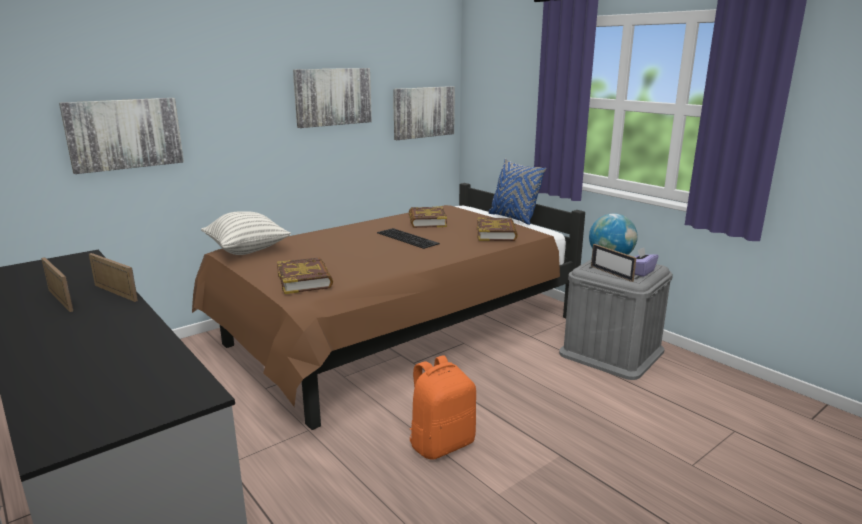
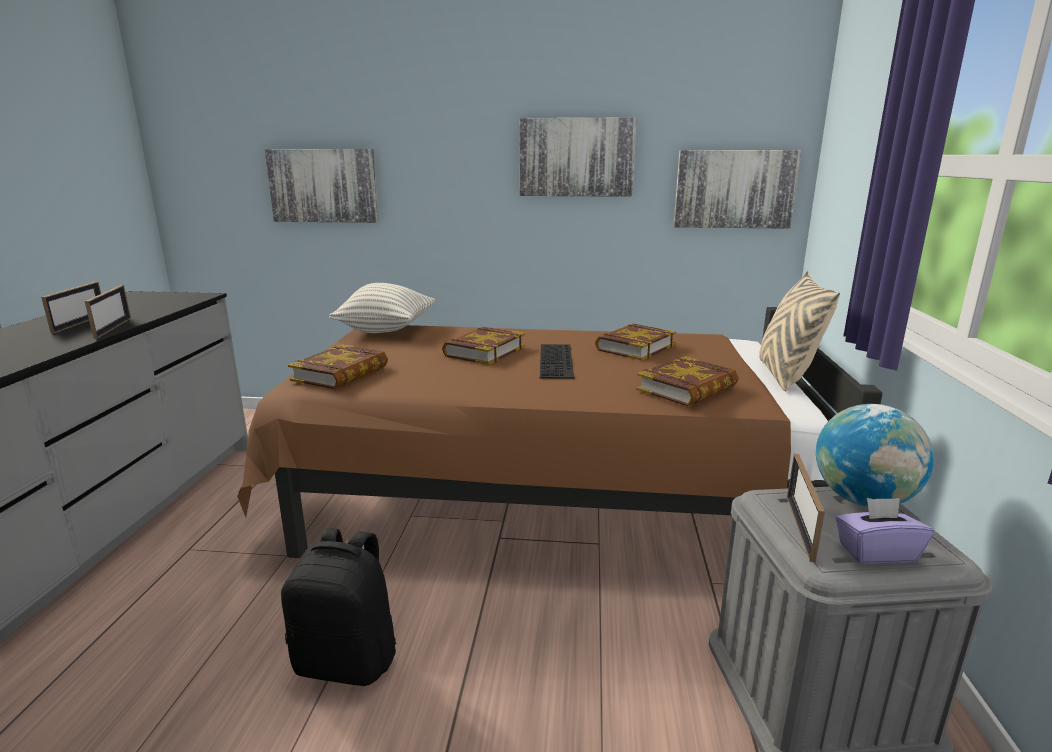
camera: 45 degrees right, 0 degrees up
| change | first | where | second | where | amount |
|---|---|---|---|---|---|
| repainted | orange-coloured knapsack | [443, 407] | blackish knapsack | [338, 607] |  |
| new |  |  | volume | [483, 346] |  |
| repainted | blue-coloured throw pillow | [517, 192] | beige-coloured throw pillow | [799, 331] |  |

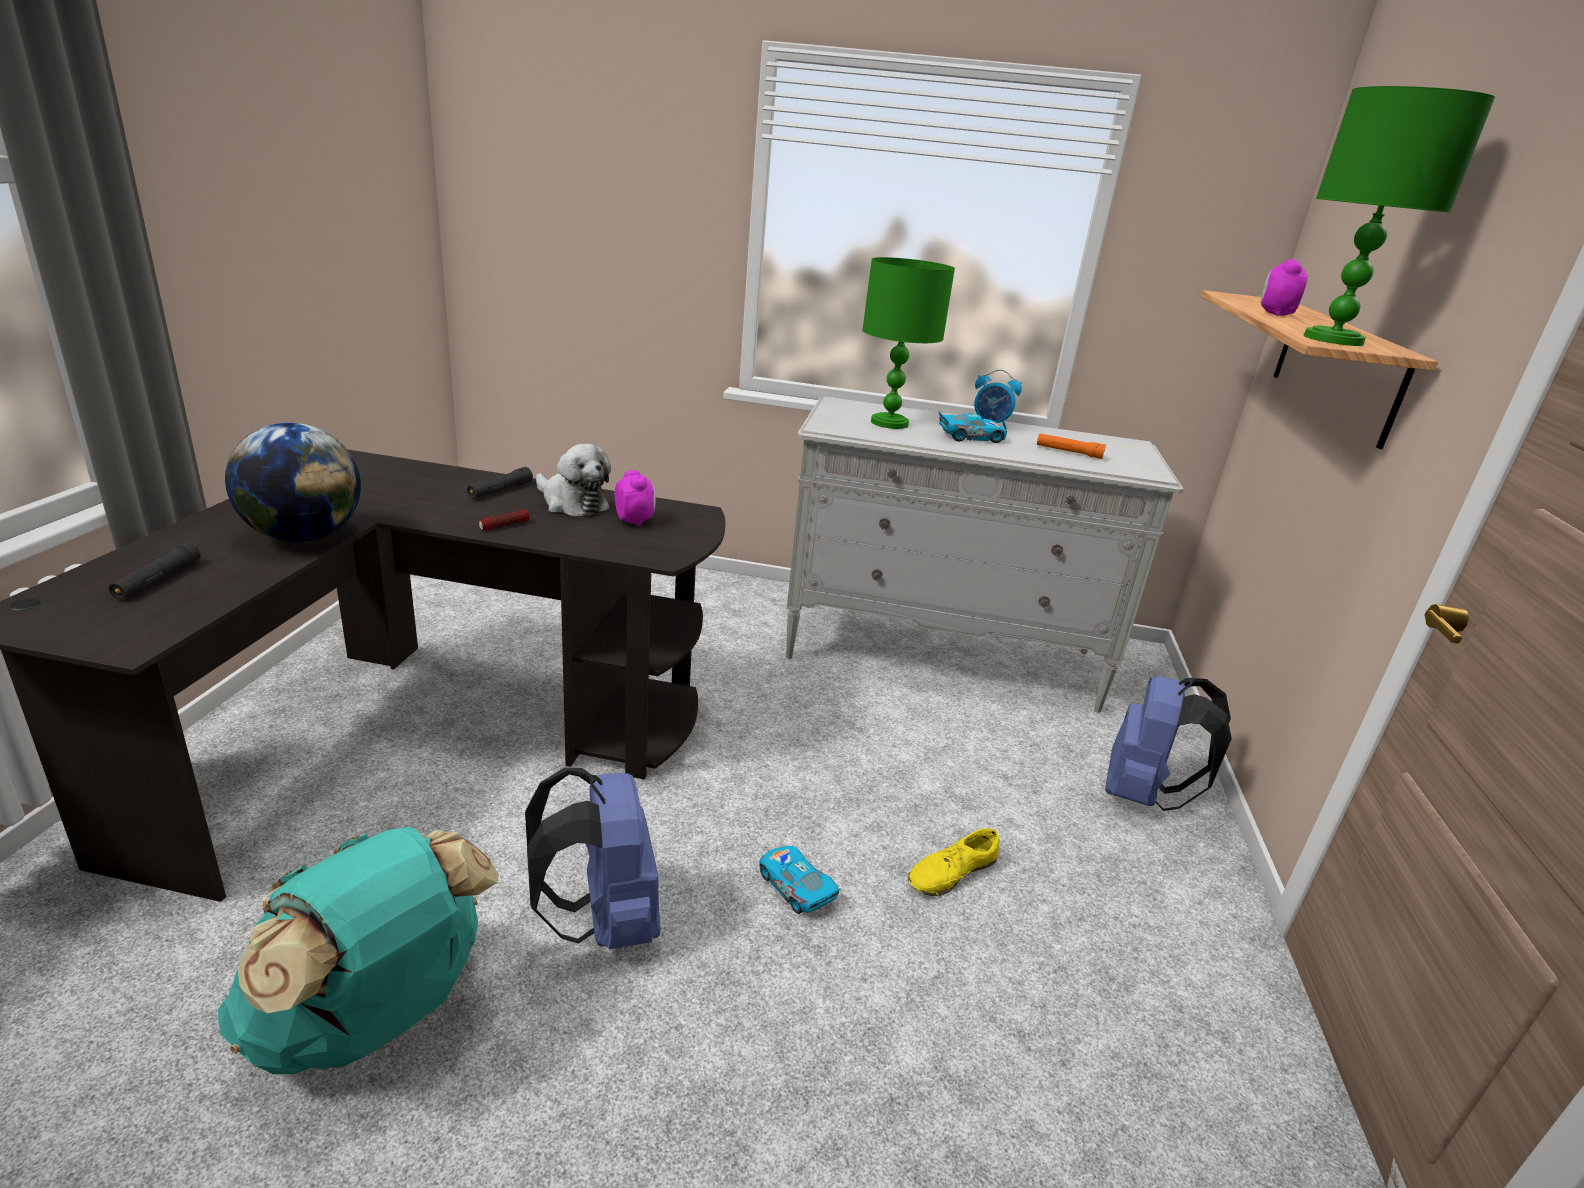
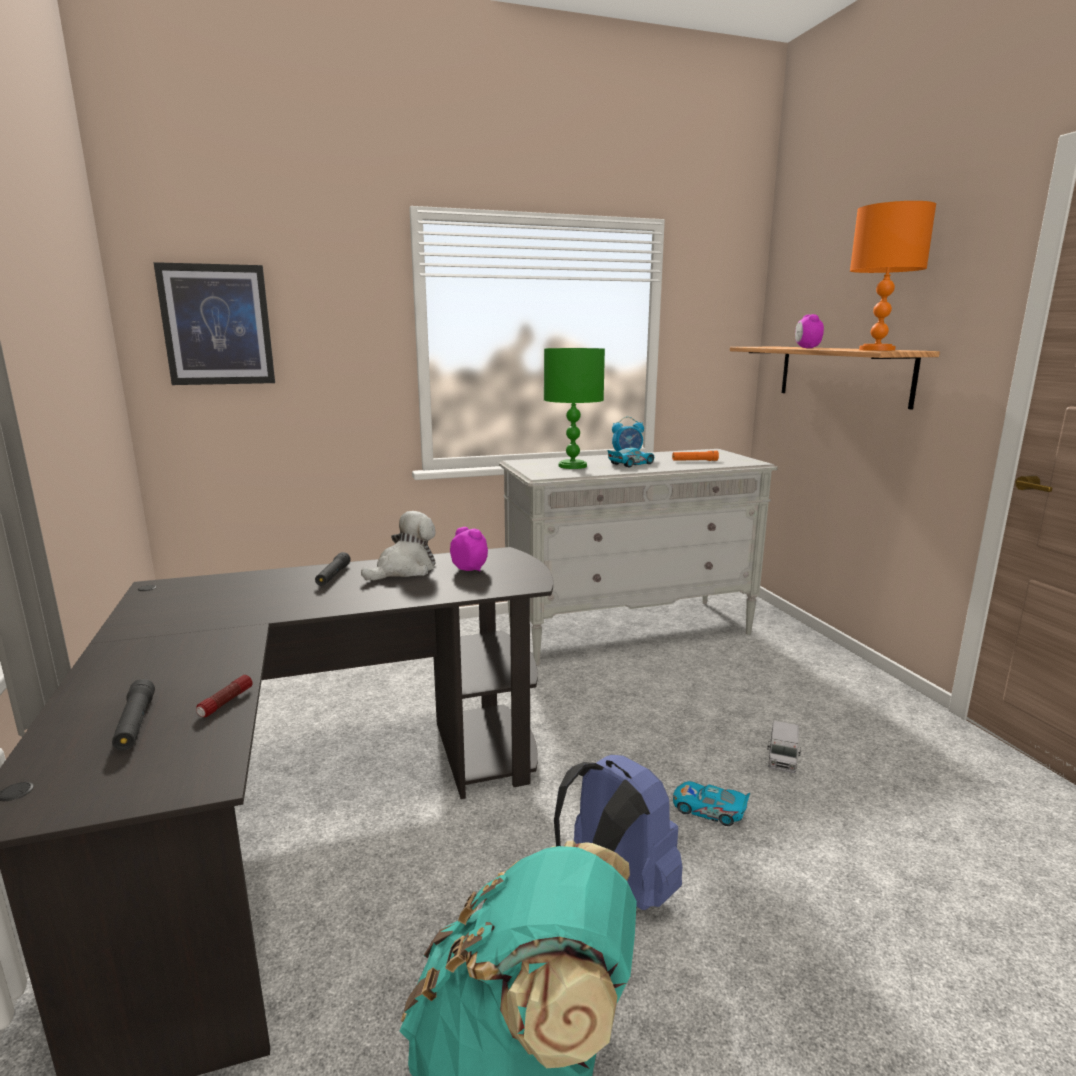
camera: 25 degrees left, 10 degrees down
| change | first | where | second | where | amount |
|---|---|---|---|---|---|
| new |  |  | picture | [214, 323] |  |
| shifted | hand torch | [504, 520] |  | [224, 696] |  |
| rotated | plush toy | [573, 480] |  | [398, 546] | 60 degrees counterclockwise |
| swapped | yellow-coloured shoe | [953, 862] | toy lorry | [784, 747] |  |
| repainted | green tabletop lamp | [1399, 216] | orange-coloured tabletop lamp | [893, 276] |  |
| gone | globe | [293, 482] |  |  |  |
| gone | blue-coloured knapsack | [1168, 743] |  |  |  |

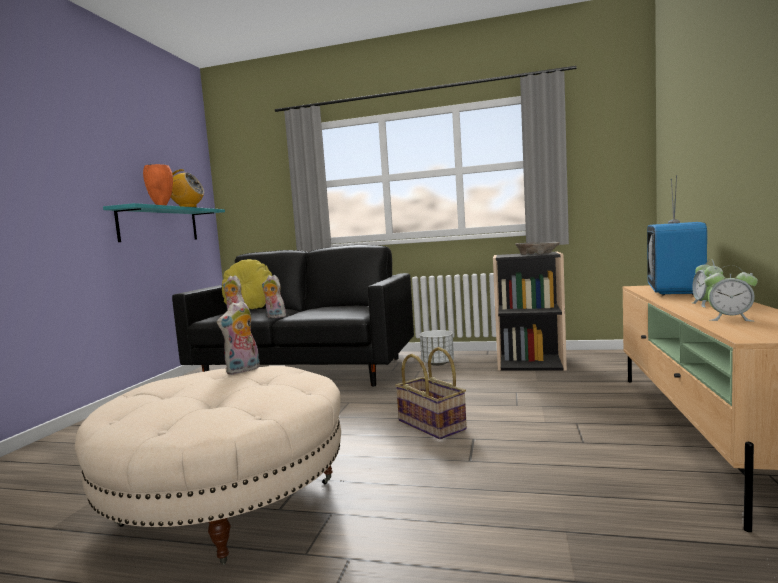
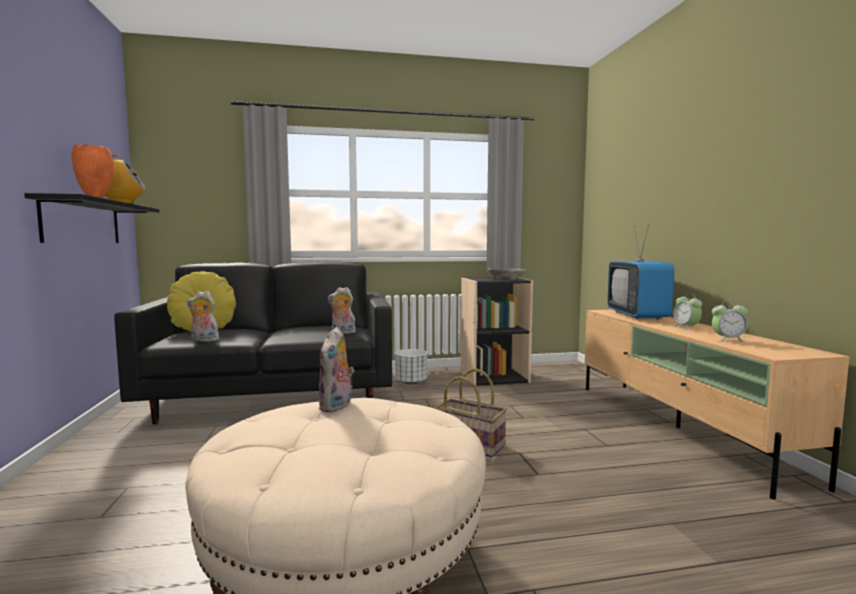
camera: 25 degrees left, 0 degrees up
| change | first | where | second | where | amount |
|---|---|---|---|---|---|
| repainted | blue-green bracket shelf | [164, 222] | blackish bracket shelf | [91, 218] |  |
| shifted | plush toy | [274, 296] |  | [342, 310] |  |

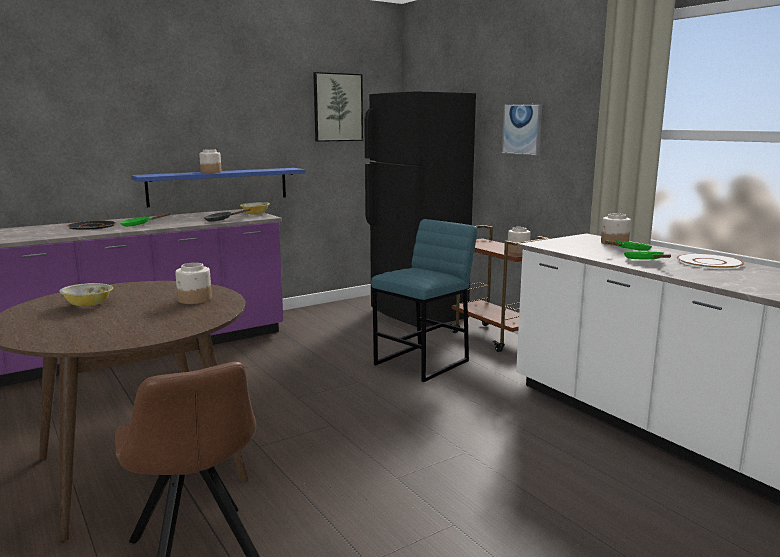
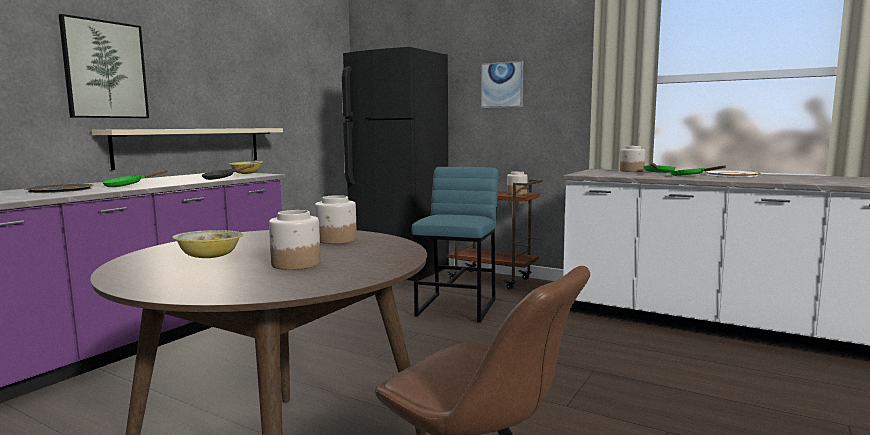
camera: 25 degrees left, 5 degrees down
| change | first | where | second | where | amount |
|---|---|---|---|---|---|
| shifted | picture | [338, 107] |  | [104, 66] |  |
| repainted | blue-coloured bracket shelf | [218, 187] | beige-coloured bracket shelf | [187, 149] |  |
| shifted | preserve jar | [210, 161] |  | [295, 240] |  |

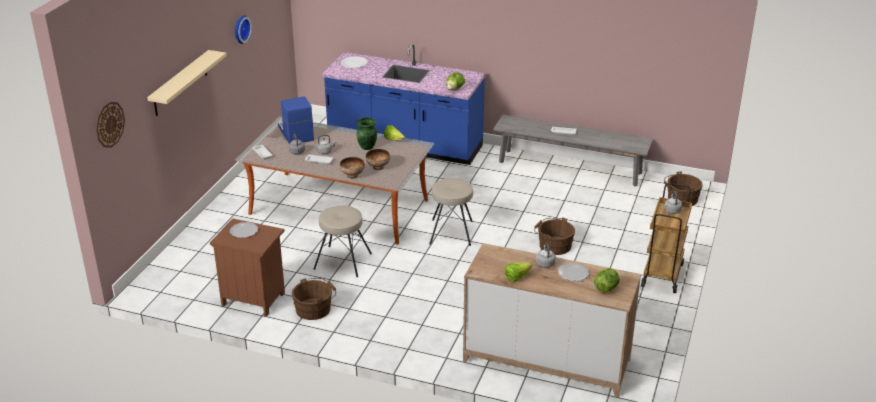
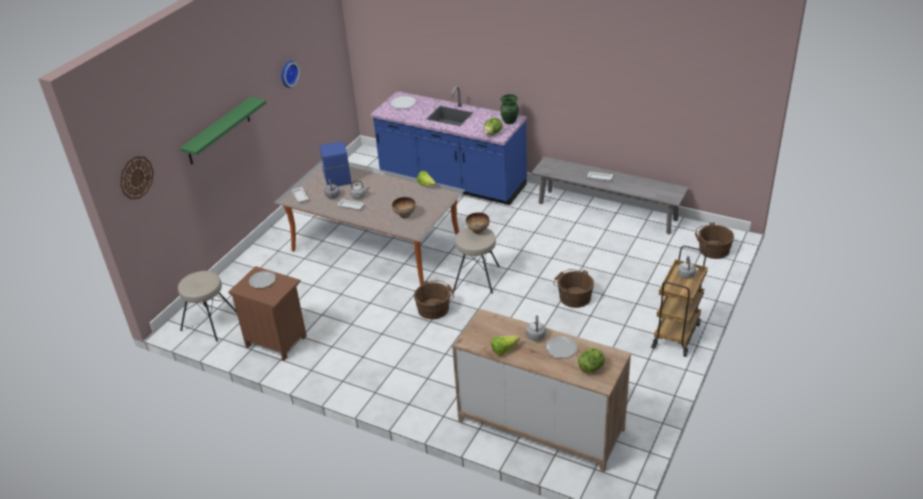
camera: 10 degrees right, 5 degrees up
| change | first | where | second | where | amount |
|---|---|---|---|---|---|
| shifted | beige-coloured stool | [342, 241] |  | [207, 306] |  |
| repainted | beige-coloured bracket shelf | [187, 83] | green bracket shelf | [223, 130] |  |
| shifted | brown bucket | [314, 299] |  | [434, 300] |  |
| shifted | serving bowl | [352, 168] |  | [478, 223] |  |
| shifted | green flower vase | [367, 133] |  | [509, 109] |  |

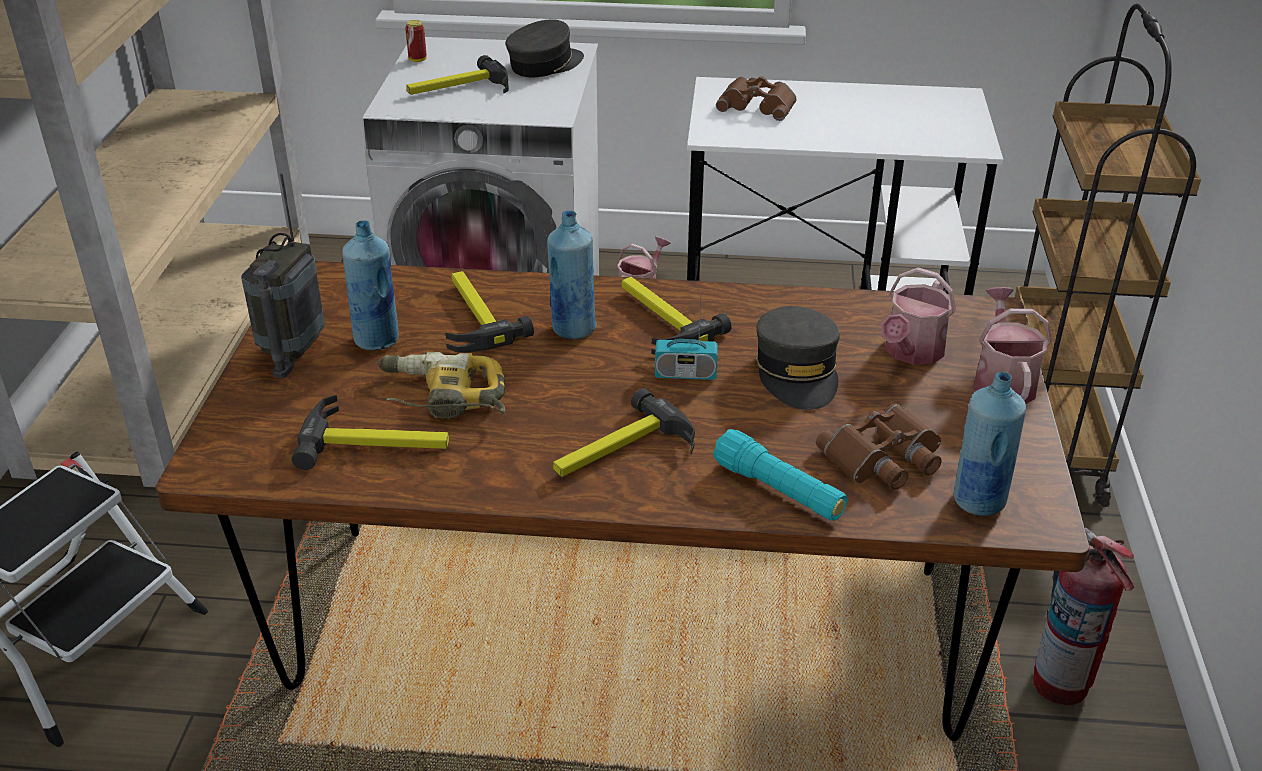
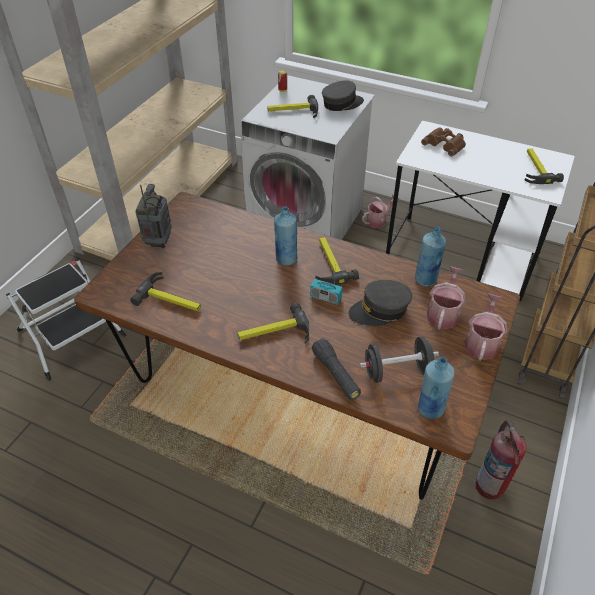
camera: 20 degrees right, 10 degrees up
| change | first | where | second | where | amount |
|---|---|---|---|---|---|
| rotated | radio receiver | [283, 276] |  | [153, 216] | 150 degrees clockwise |
| repainted | blue-green hand torch | [780, 475] | blackish hand torch | [336, 369] |  |
| rotated | gray peaked cap | [798, 358] |  | [380, 303] | 60 degrees clockwise |
| swapped | brown binoculars | [879, 447] | blackish dumbbell | [399, 360] |  |
| shifted | blue-coloured bottle | [370, 285] |  | [430, 257] |  |
| rotated | sprinkling can | [918, 316] |  | [446, 297] | 150 degrees clockwise |
| shifted | hammer | [489, 312] |  | [544, 166] |  |
| gone | power drill | [441, 385] |  |  |  |

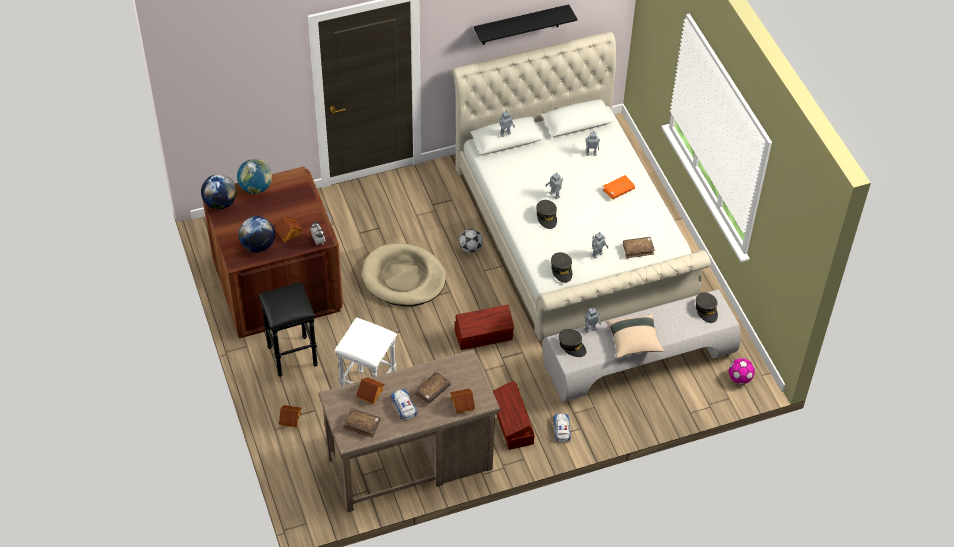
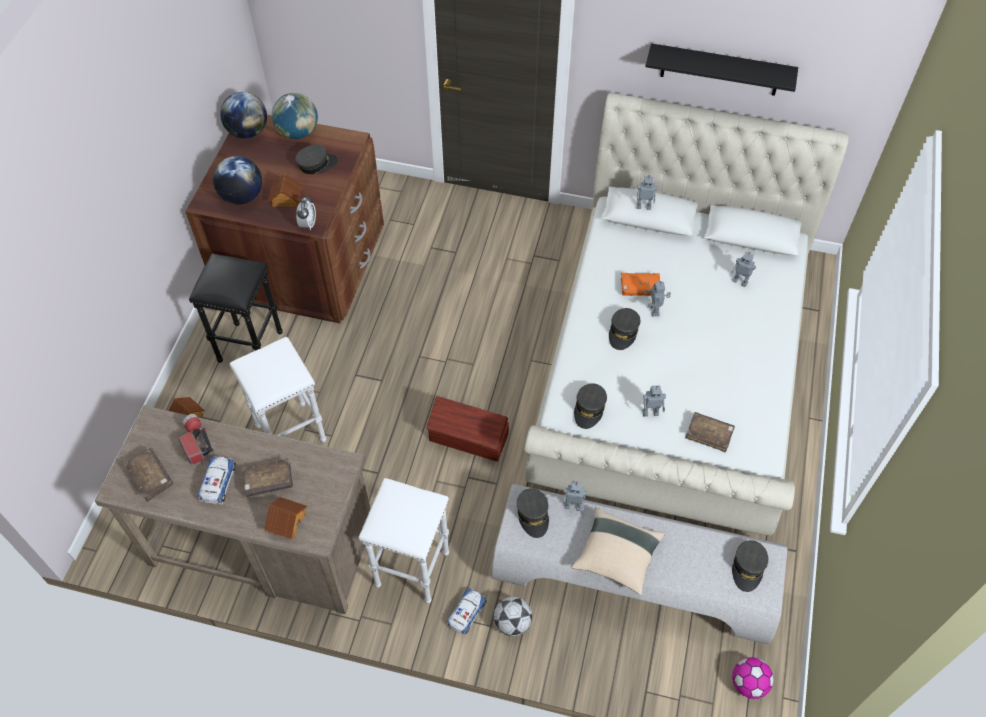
camera: 35 degrees right, 5 degrees up
| change | first | where | second | where | amount |
|---|---|---|---|---|---|
| swapped | miniature house | [370, 390] | hand torch | [196, 439] |  |
| new |  |  | gray peaked cap | [316, 159] |  |
| swapped | brown storage container | [514, 415] | white stool | [404, 541] |  |
| shifted | football | [471, 241] |  | [513, 616] |  |
| shifted | orange-coloured volume | [619, 187] |  | [640, 284] |  |
| gone | beige-coloured pet bed | [404, 274] |  |  |  |

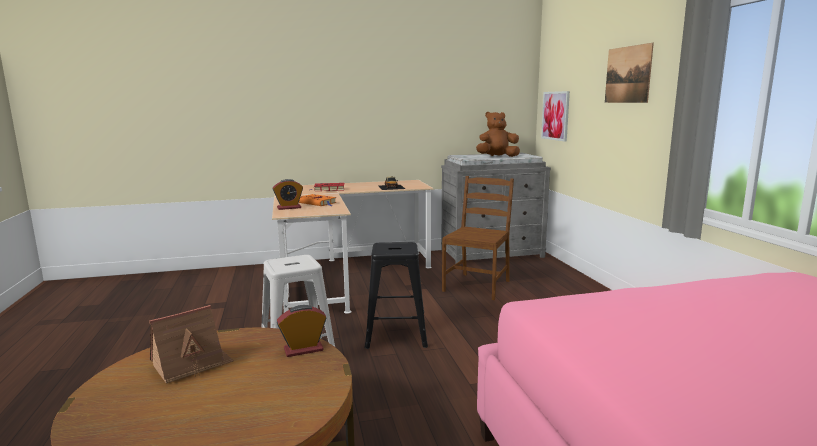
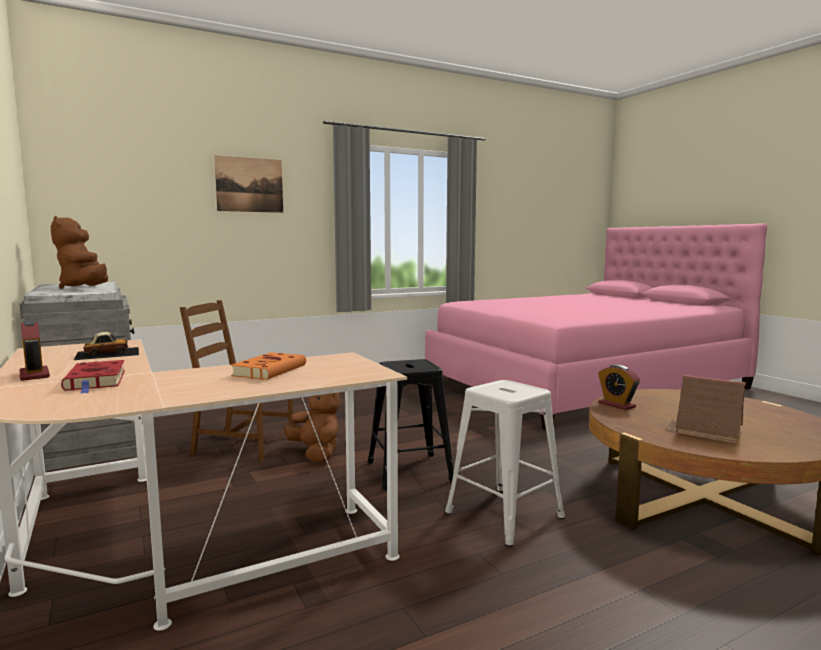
camera: 105 degrees left, 5 degrees down
| change | first | where | second | where | amount |
|---|---|---|---|---|---|
| shifted | table clock | [288, 194] |  | [34, 350] |  |
| new |  |  | brown plush toy | [312, 427] |  |
| gone | picture | [555, 116] |  |  |  |

